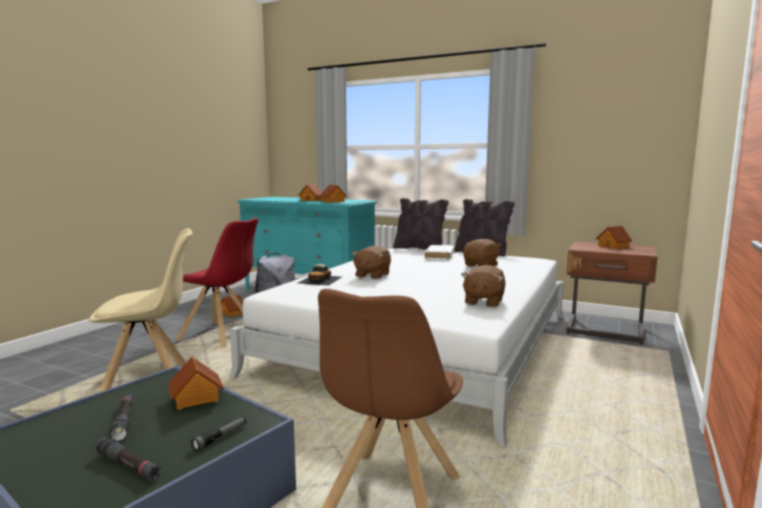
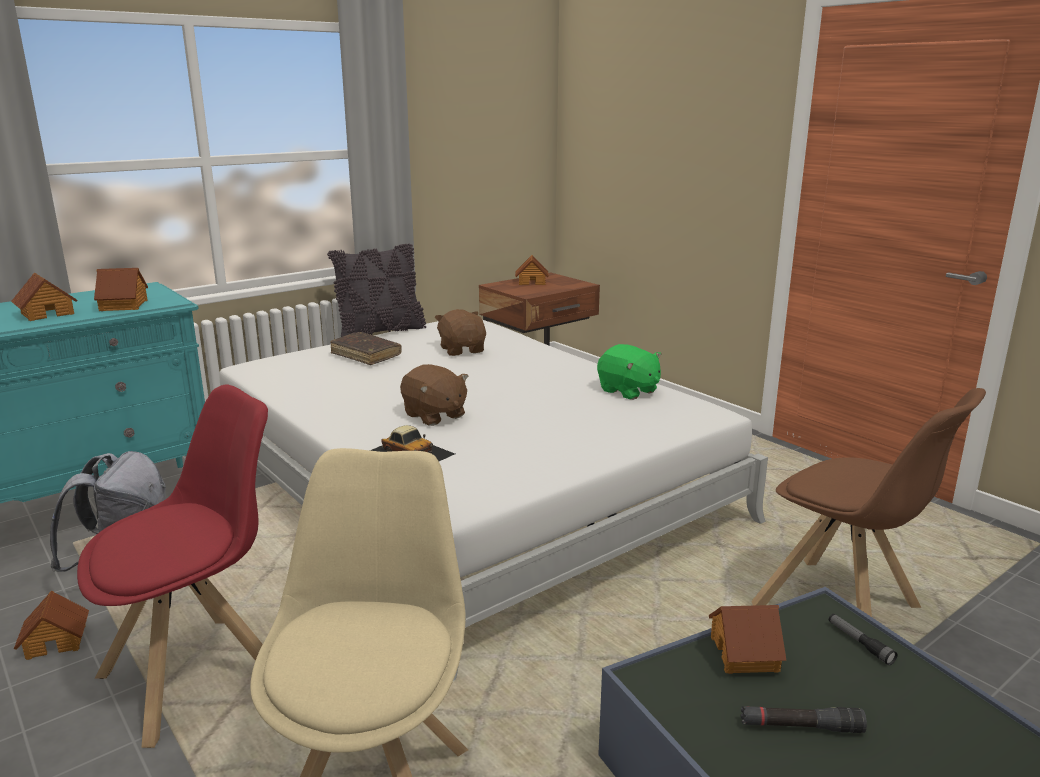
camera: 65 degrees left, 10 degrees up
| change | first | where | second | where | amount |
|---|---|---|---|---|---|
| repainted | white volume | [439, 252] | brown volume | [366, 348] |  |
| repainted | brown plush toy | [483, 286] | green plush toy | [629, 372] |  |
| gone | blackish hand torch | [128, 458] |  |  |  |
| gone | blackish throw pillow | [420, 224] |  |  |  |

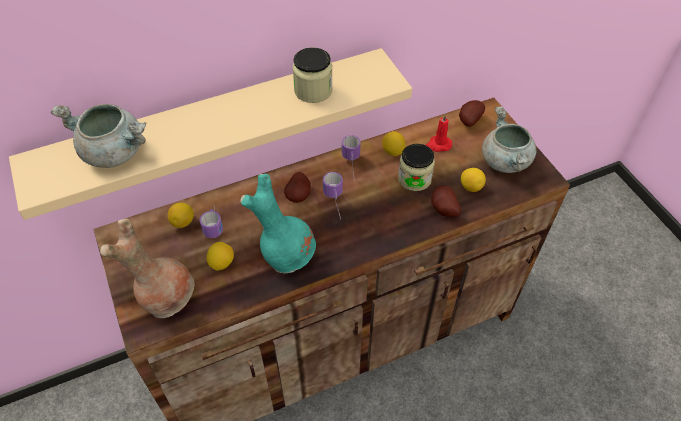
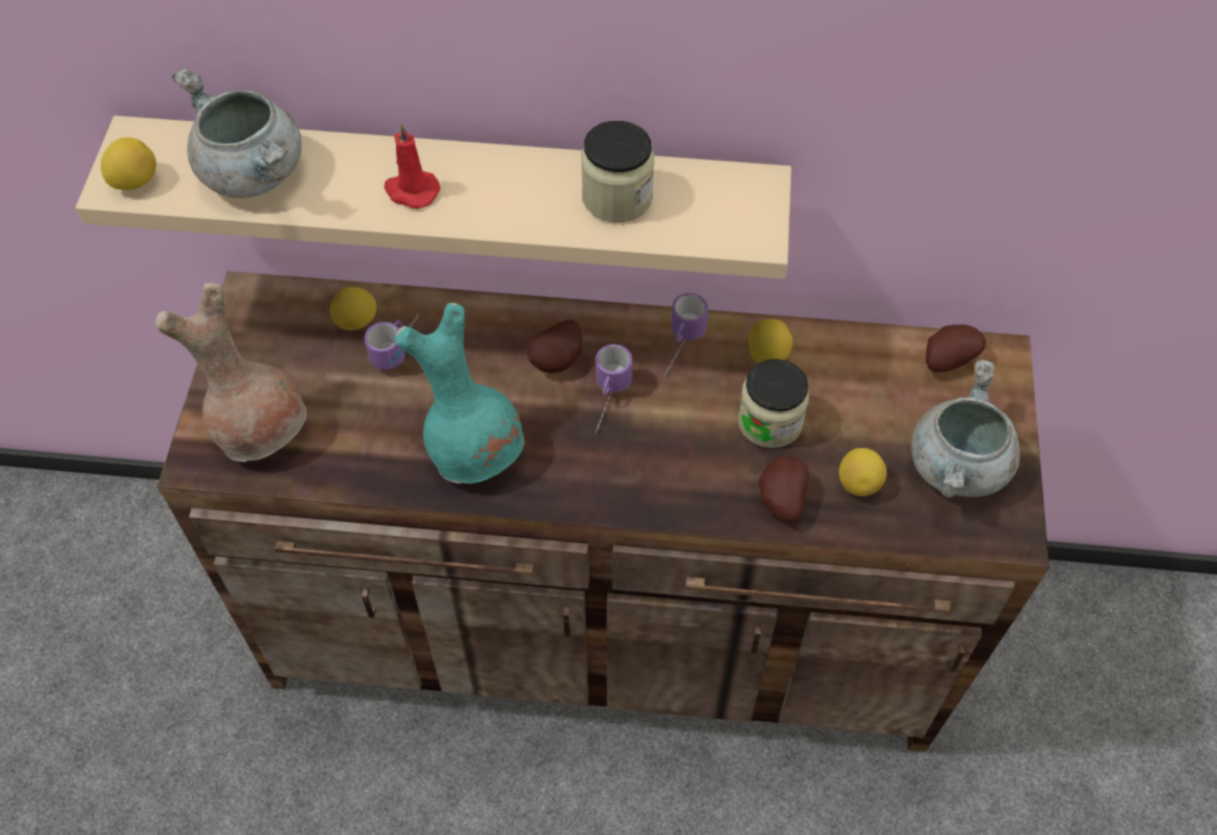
camera: 30 degrees right, 5 degrees up
| change | first | where | second | where | amount |
|---|---|---|---|---|---|
| shifted | citrus fruit | [220, 256] |  | [128, 163] |  |
| shifted | red-coloured wax light | [439, 133] |  | [412, 166] |  |

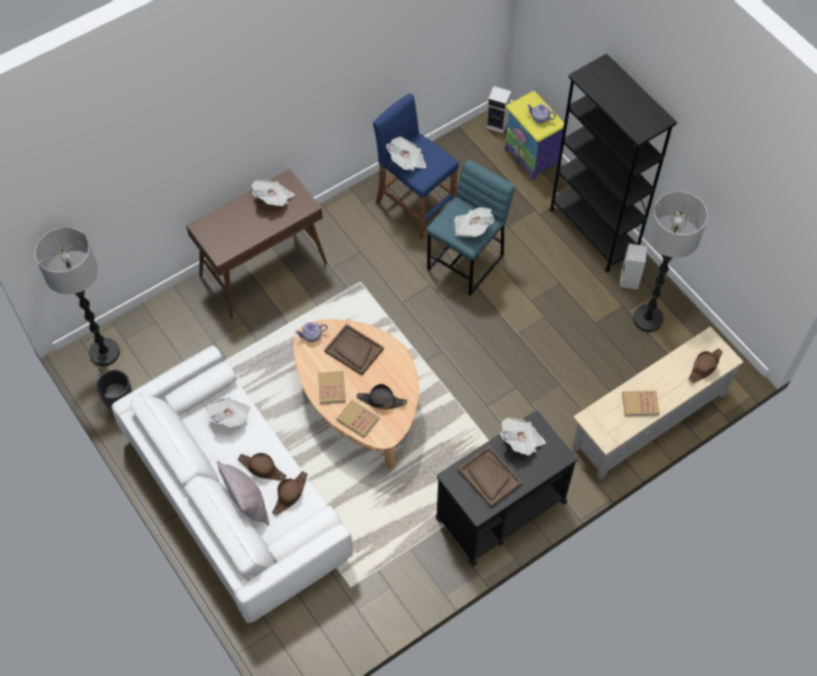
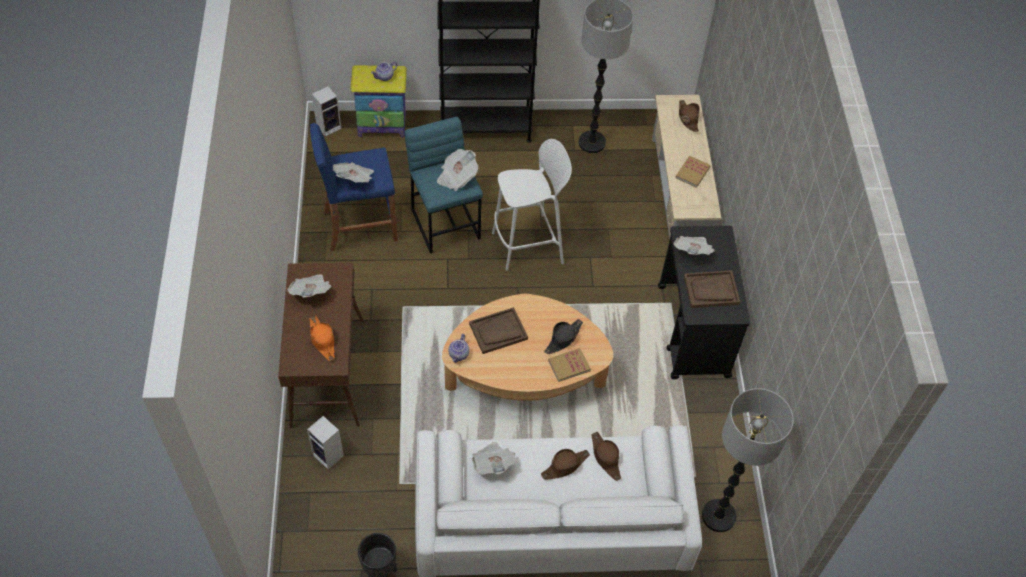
camera: 60 degrees left, 5 degrees down
| change | first | where | second | where | amount |
|---|---|---|---|---|---|
| shifted | audio speaker | [633, 266] |  | [325, 443] |  |
| new |  |  | orange-coloured hat | [322, 338] |  |
| new |  |  | white stool | [532, 205] |  |
| shifted | standard lamp | [77, 296] |  | [748, 460] |  |
| gone | purple-coloured throw pillow | [243, 493] |  |  |  |
| gone | volume | [332, 387] |  |  |  |

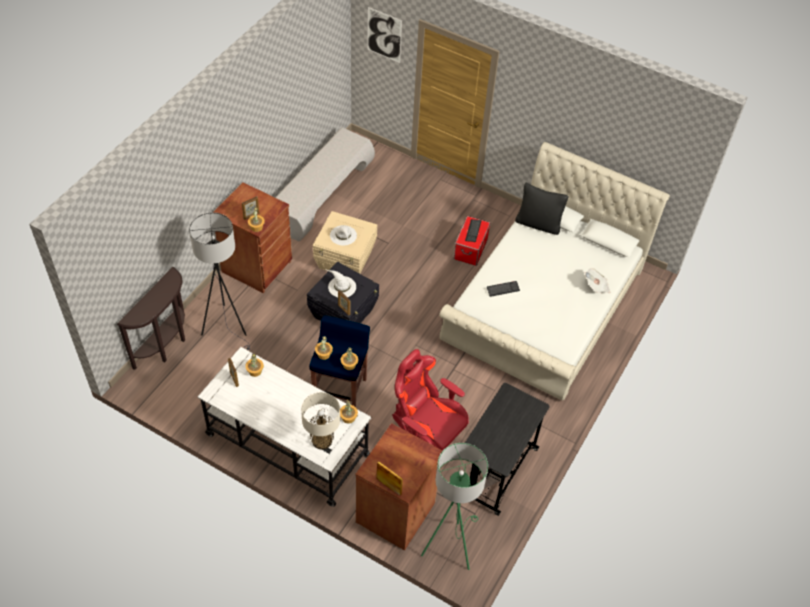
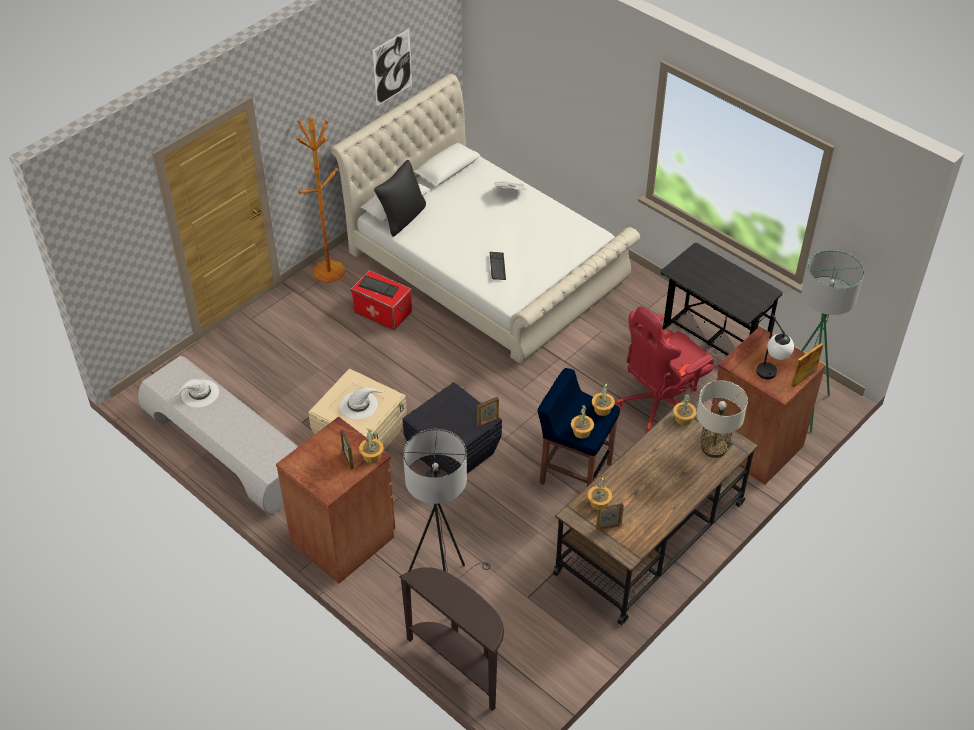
camera: 75 degrees left, 5 degrees down
| change | first | where | second | where | amount |
|---|---|---|---|---|---|
| shifted | white hat | [341, 283] |  | [197, 393] |  |
| new |  |  | orange-coloured clothes rack | [321, 199] |  |
| shifted | picture | [384, 35] |  | [392, 67] |  |
| repainted | white desk table | [284, 427] | brown desk table | [656, 512] |  |
| new |  |  | tabletop lamp | [775, 346] |  |

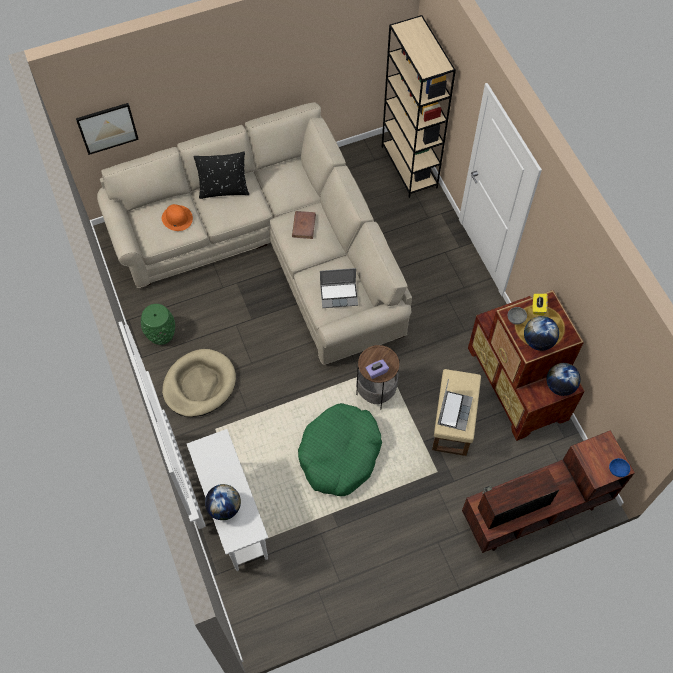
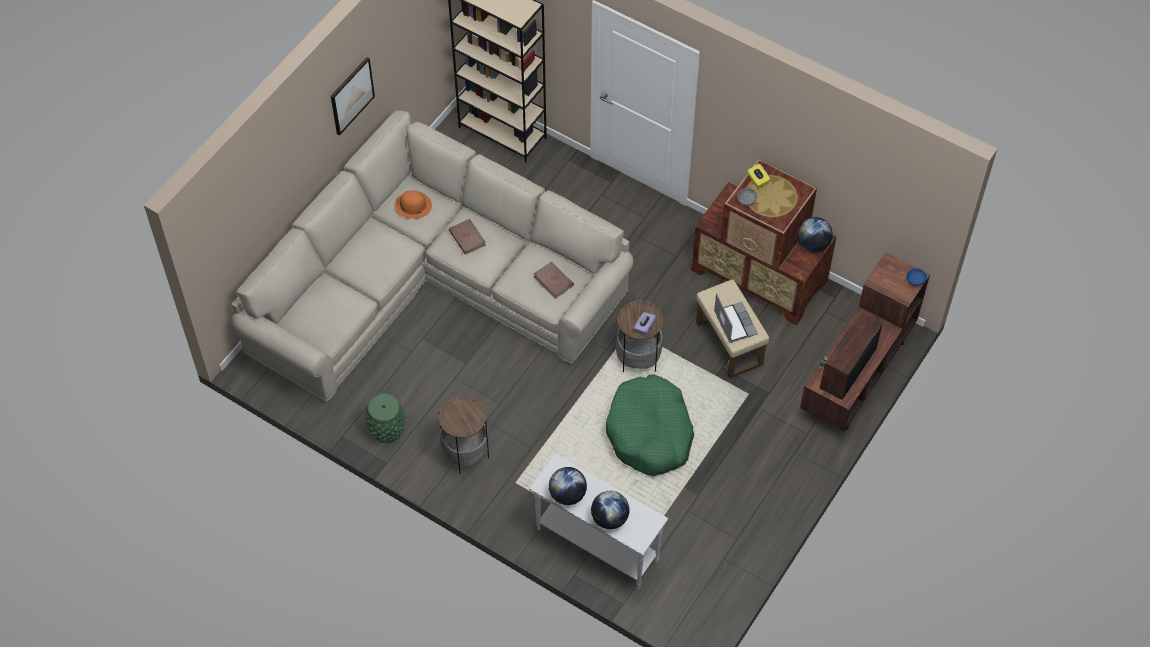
camera: 35 degrees left, 5 degrees down
| change | first | where | second | where | amount |
|---|---|---|---|---|---|
| shifted | picture | [107, 129] |  | [353, 96] |  |
| shifted | orange-coloured hat | [177, 217] |  | [413, 204] |  |
| swapped | beige-coloured pet bed | [199, 383] | accent table | [464, 435] |  |
| swapped | laptop | [339, 288] | brown volume | [554, 280] |  |
| shifted | globe | [541, 333] |  | [568, 486] |  |
| gone | blackish throw pillow | [221, 175] |  |  |  |

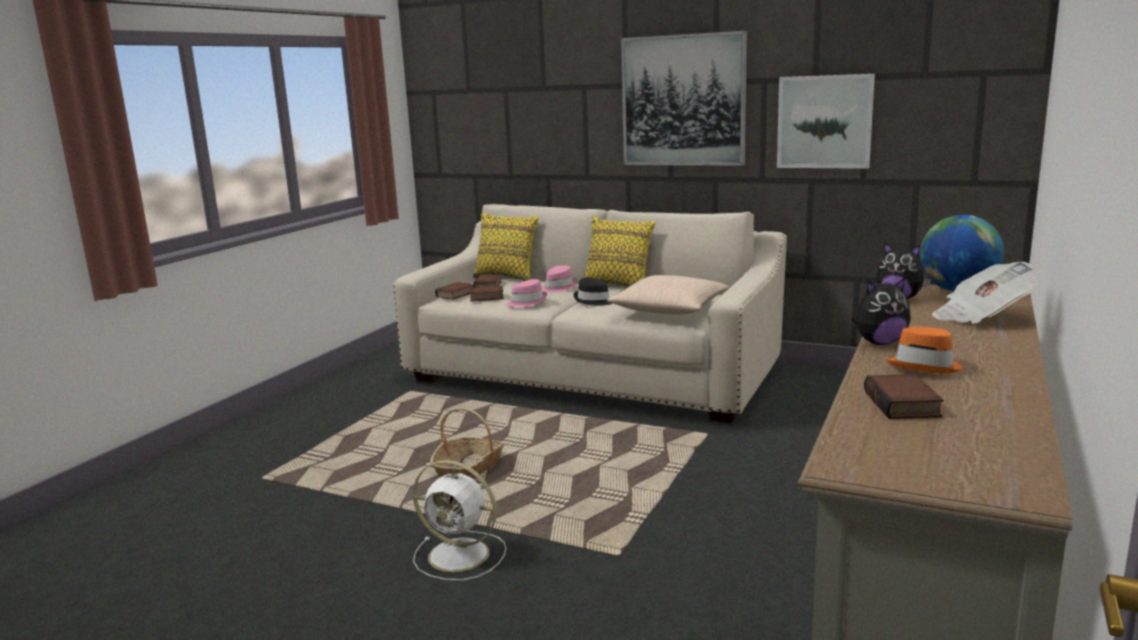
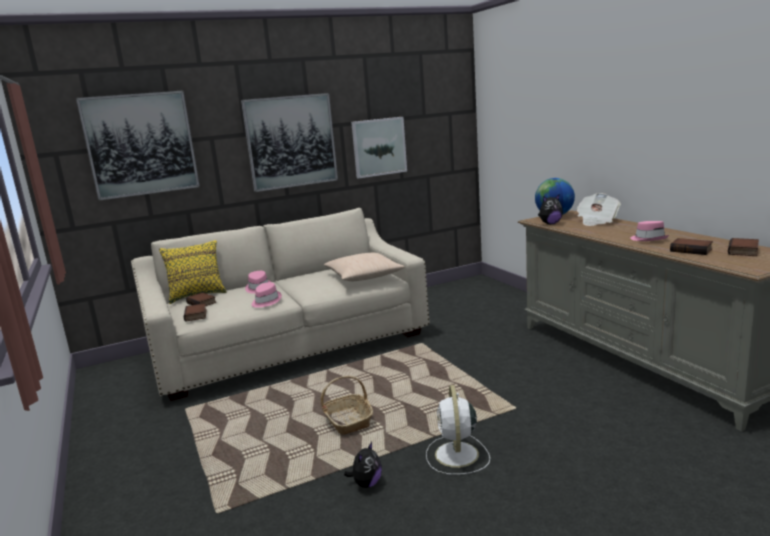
camera: 50 degrees left, 0 degrees up
| change | first | where | second | where | amount |
|---|---|---|---|---|---|
| new |  |  | picture | [138, 146] |  |
| shifted | plush toy | [881, 311] |  | [363, 465] |  |
| rotated | white electric fan | [459, 520] |  | [458, 430] | 120 degrees clockwise |
| repainted | orange-coloured hat | [925, 350] | pink hat | [649, 231] |  |
| shifted | volume | [487, 294] |  | [743, 247] |  |
| gone | blackish hat | [593, 291] |  |  |  |
| gone | yellow-coloured throw pillow | [619, 252] |  |  |  |

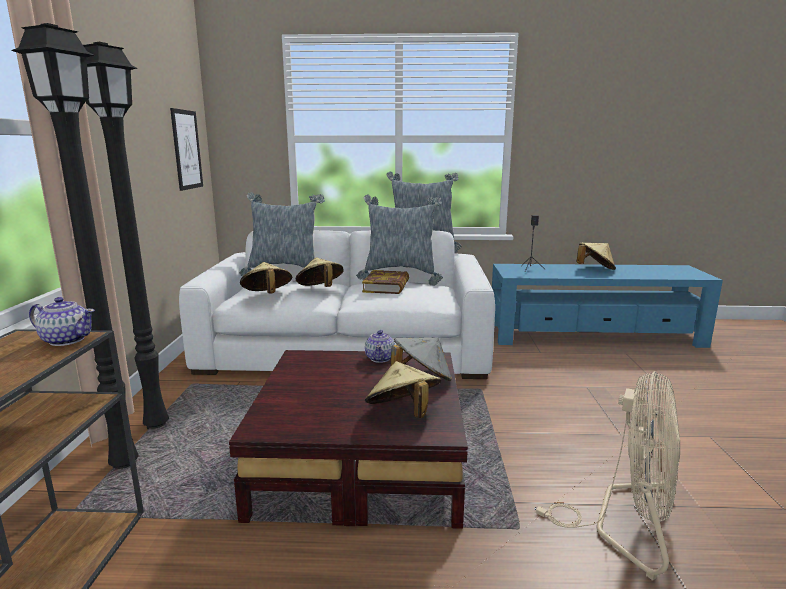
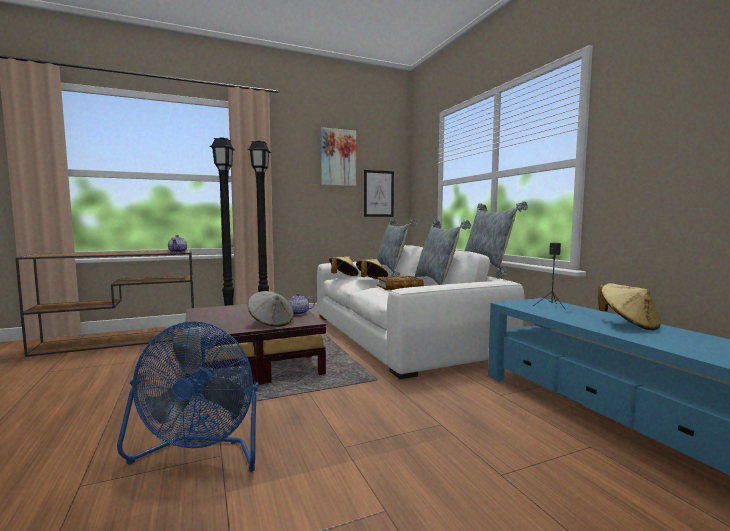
camera: 65 degrees right, 10 degrees down
| change | first | where | second | where | amount |
|---|---|---|---|---|---|
| repainted | beige-coloured electric fan | [607, 476] | blue-coloured electric fan | [188, 397] |  |
| new |  |  | picture | [338, 156] |  |
| gone | beige-coloured hat | [403, 389] |  |  |  |

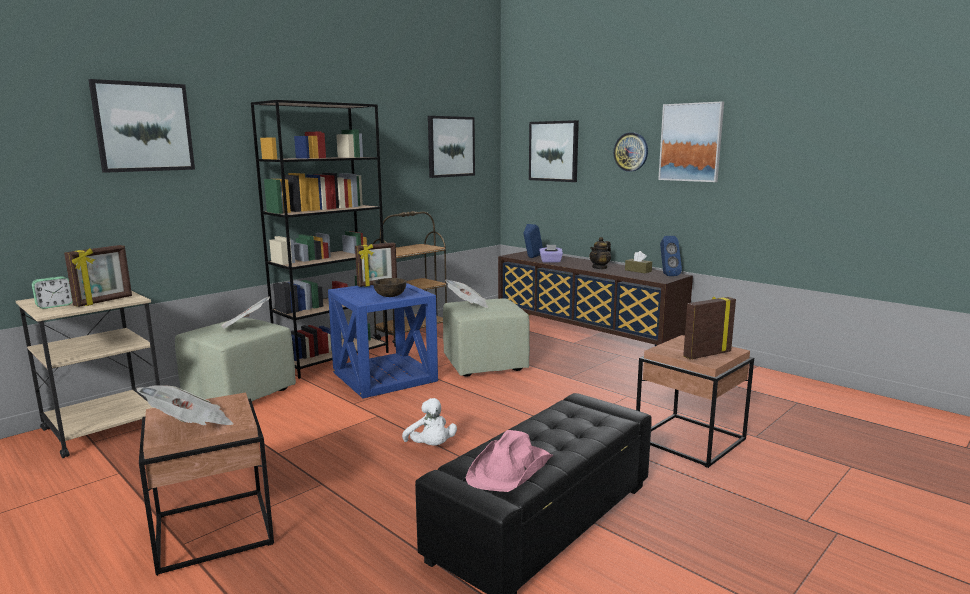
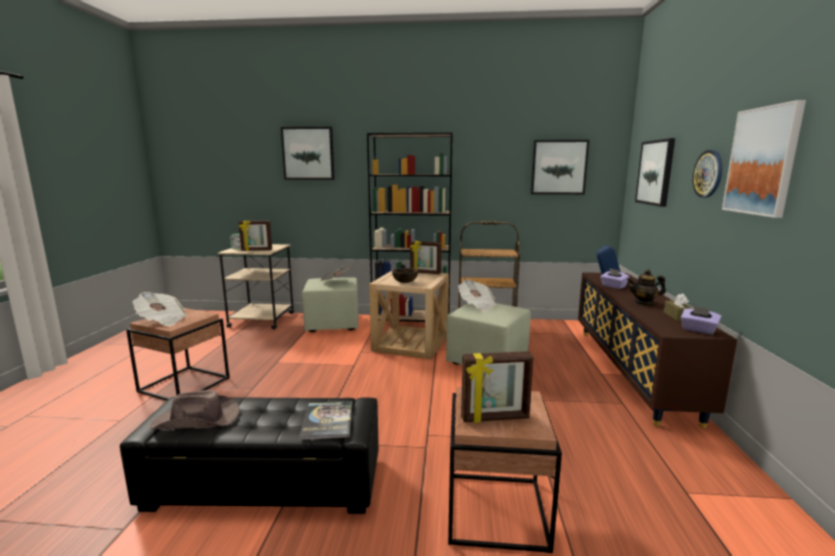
camera: 50 degrees right, 0 degrees up
| change | first | where | second | where | amount |
|---|---|---|---|---|---|
| repainted | pink hat | [510, 461] | brown hat | [195, 410] |  |
| new |  |  | volume | [325, 420] |  |
| repainted | blue-coloured accent table | [383, 340] | beige-coloured accent table | [409, 315] |  |
| rotated | photo frame | [709, 328] |  | [497, 387] | 150 degrees clockwise |
| swapped | blue-coloured audio speaker | [671, 256] | purple-coloured tissue box | [701, 320] |  |
| gone | white plush toy | [429, 422] |  |  |  |

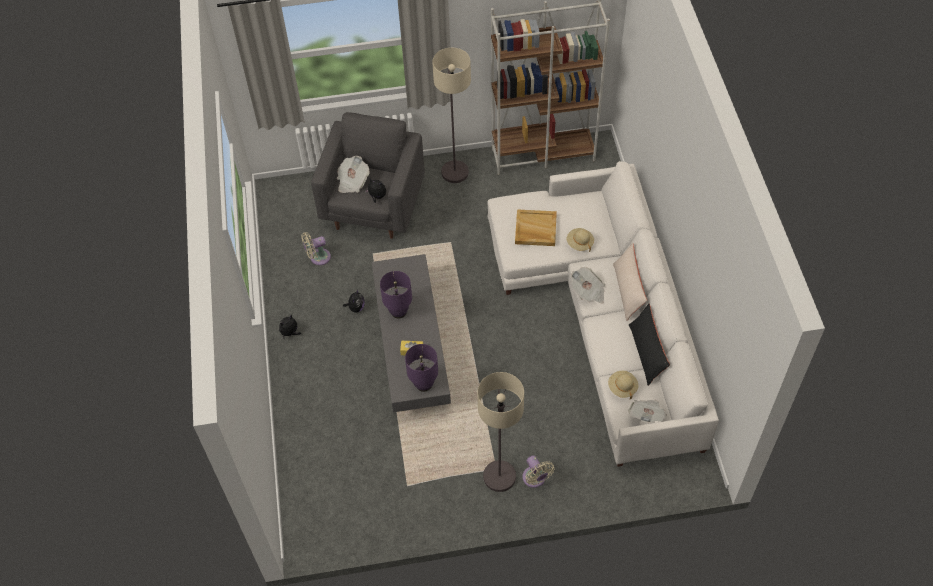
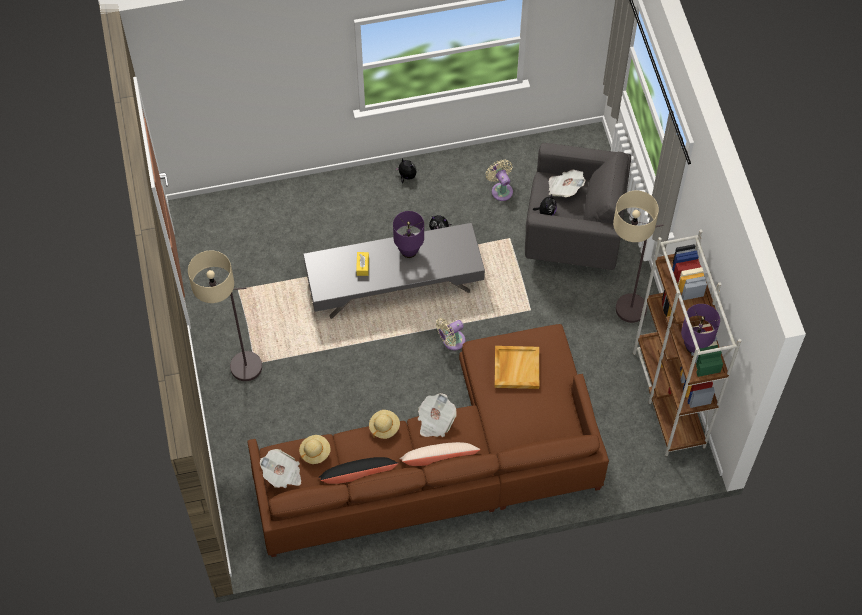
camera: 85 degrees right, 5 degrees up
| change | first | where | second | where | amount |
|---|---|---|---|---|---|
| repainted | white settee | [603, 314] | brown settee | [428, 440] |  |
| shifted | beige-coloured hat | [580, 240] |  | [384, 424] |  |
| shifted | beige-coloured electric fan | [538, 471] |  | [450, 334] |  |
| shifted | purple-coloured tabletop lamp | [421, 368] |  | [700, 328] |  |

